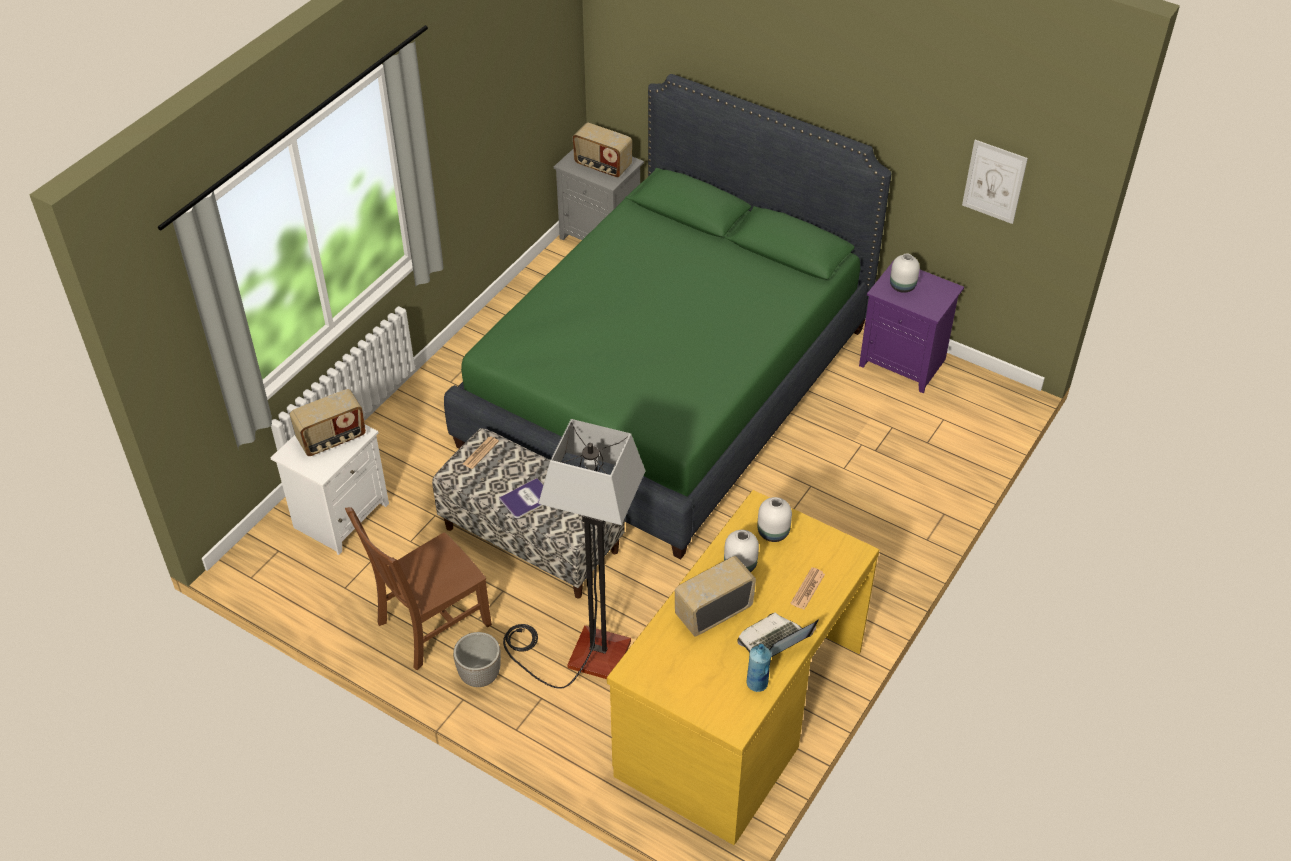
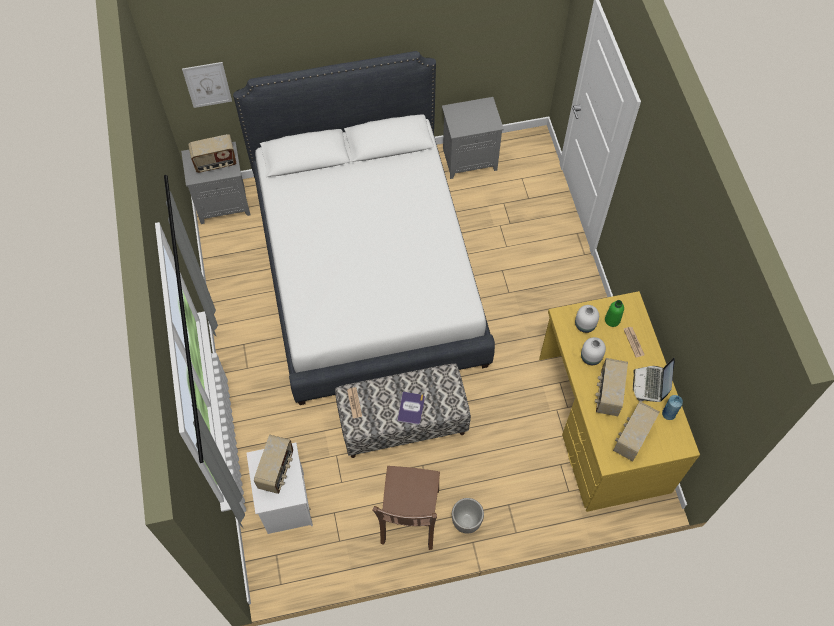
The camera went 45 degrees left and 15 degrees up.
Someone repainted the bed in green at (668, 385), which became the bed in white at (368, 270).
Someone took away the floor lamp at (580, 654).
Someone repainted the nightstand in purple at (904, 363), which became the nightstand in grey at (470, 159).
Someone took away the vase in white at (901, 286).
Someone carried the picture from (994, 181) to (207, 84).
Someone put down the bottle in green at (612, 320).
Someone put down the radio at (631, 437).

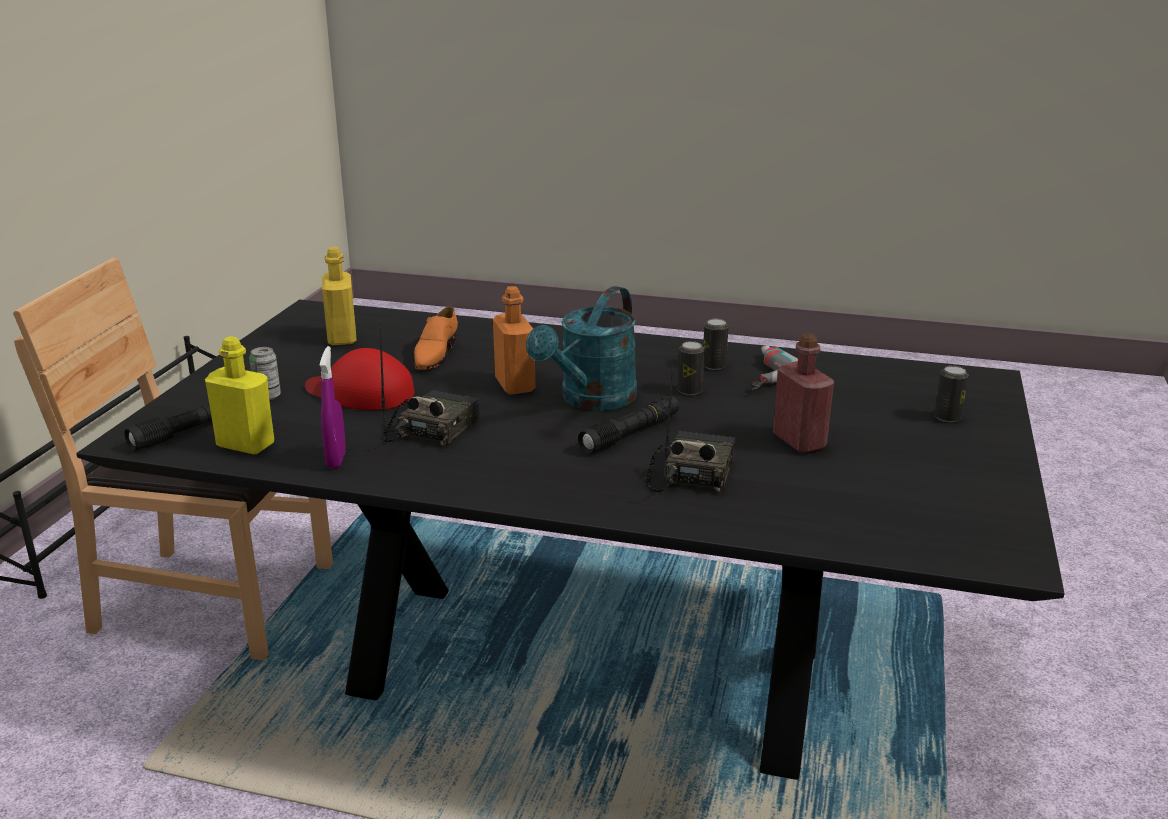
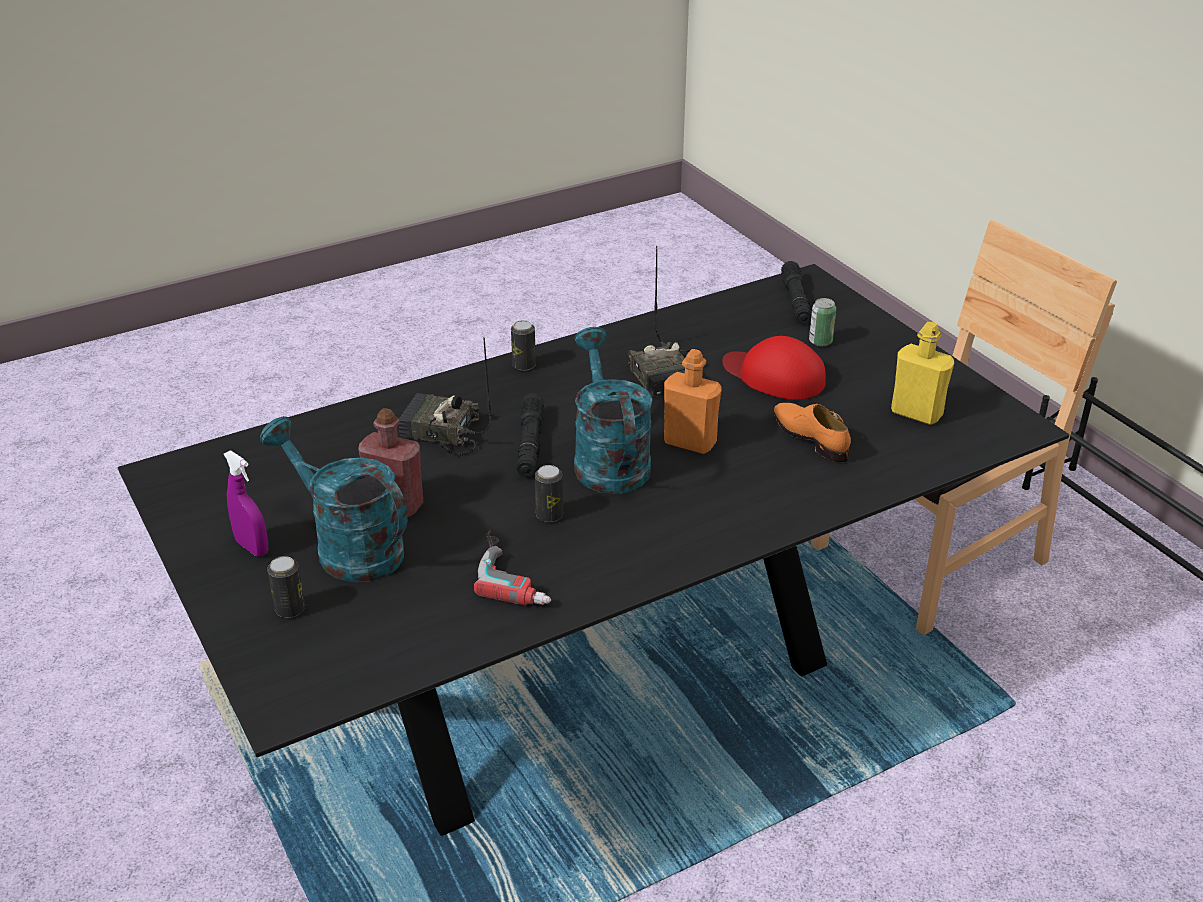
The camera went 135 degrees right and 10 degrees up.
Someone took away the bottle in yellow at (245, 445).
Someone rotated the cap in red at (360, 392) by 120 degrees counterclockwise.
Someone carried the spray bottle in purple from (336, 459) to (252, 547).
Someone rotated the radio at (691, 473) by 135 degrees clockwise.
Someone carried the can from (714, 366) to (524, 365).
Someone put down the watering can in turquoise at (348, 547).

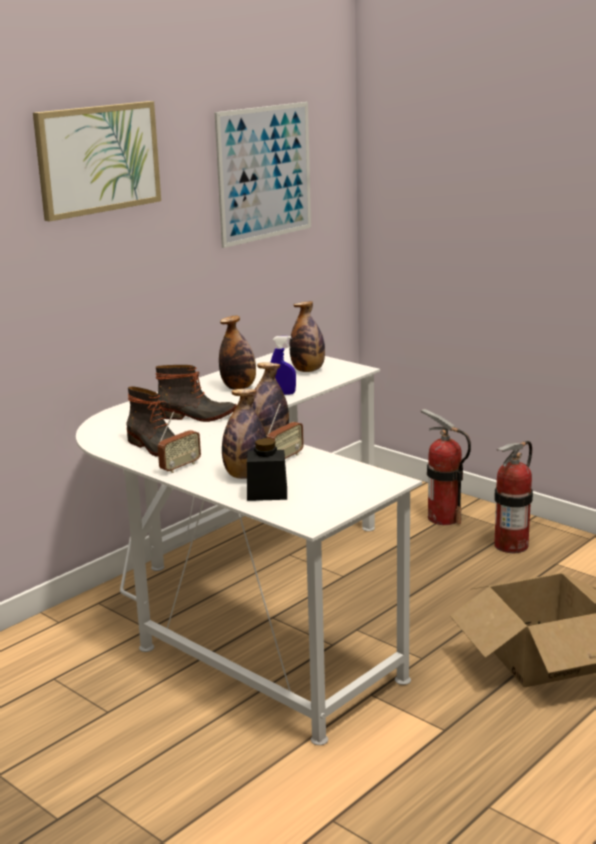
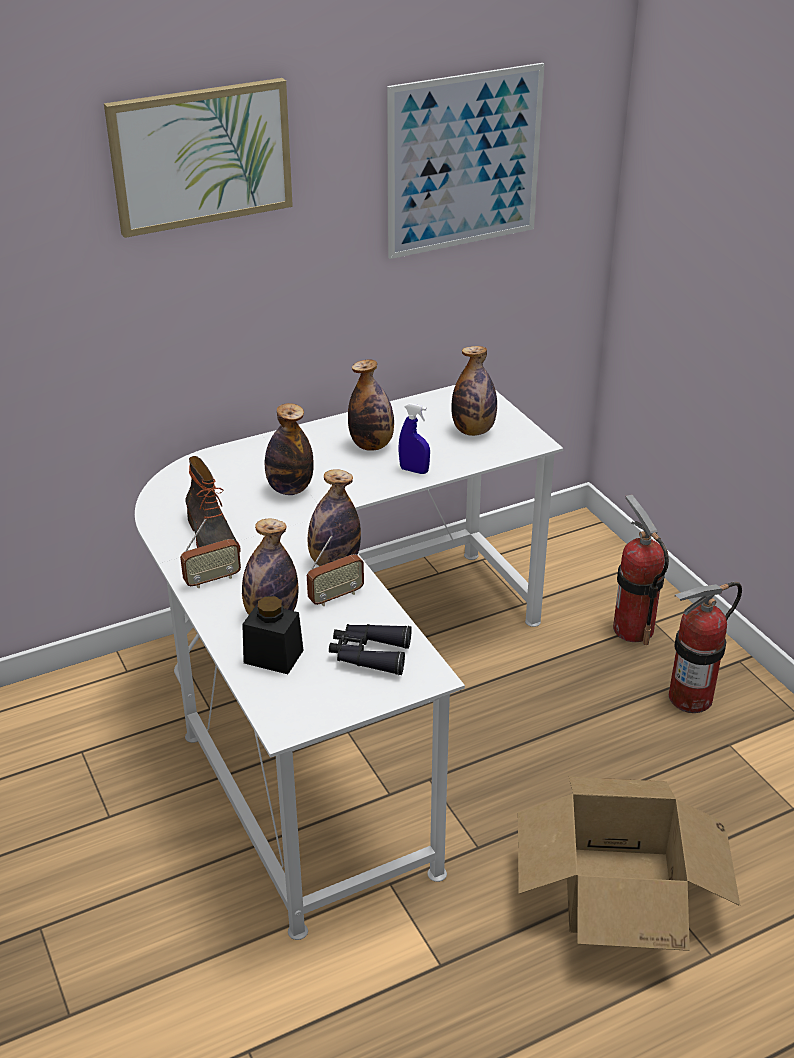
The camera went 20 degrees right and 15 degrees up.
Someone swapped the boot at (197, 416) for the bottle at (290, 489).
Someone put down the binoculars in black at (369, 655).

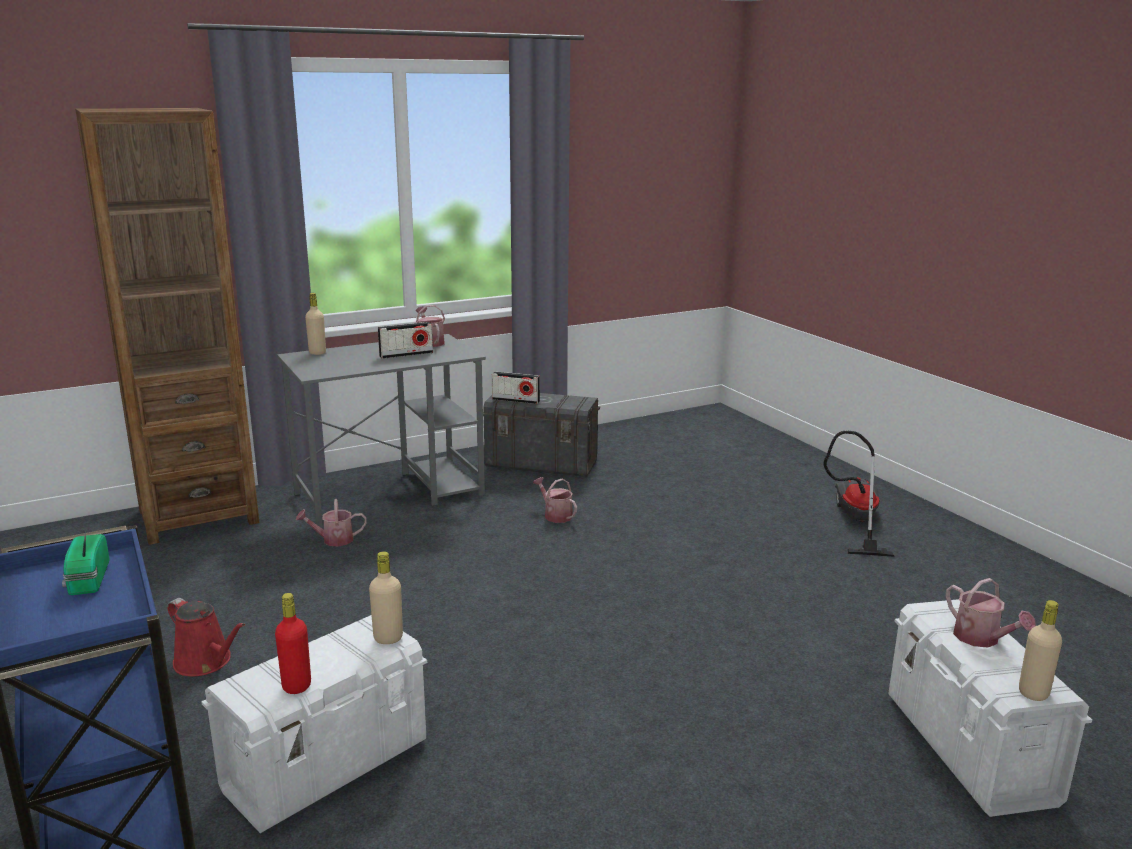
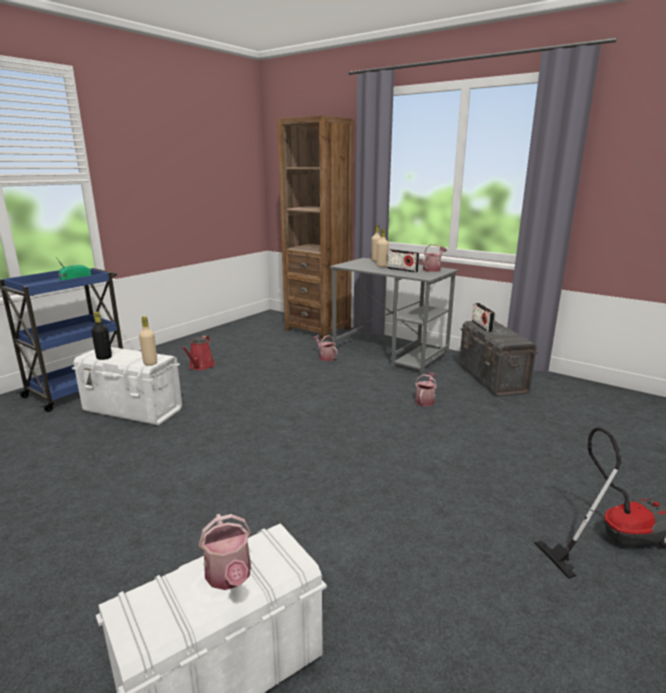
The camera went 65 degrees right and 0 degrees up.
Someone repainted the bottle in red at (296, 686), which became the bottle in black at (104, 357).
Someone rotated the watering can at (981, 639) by 60 degrees counterclockwise.
Someone carried the bottle in beige from (1033, 693) to (382, 266).

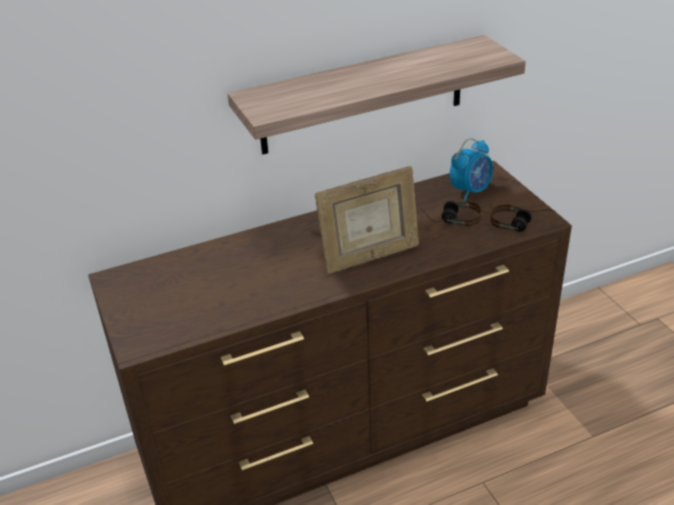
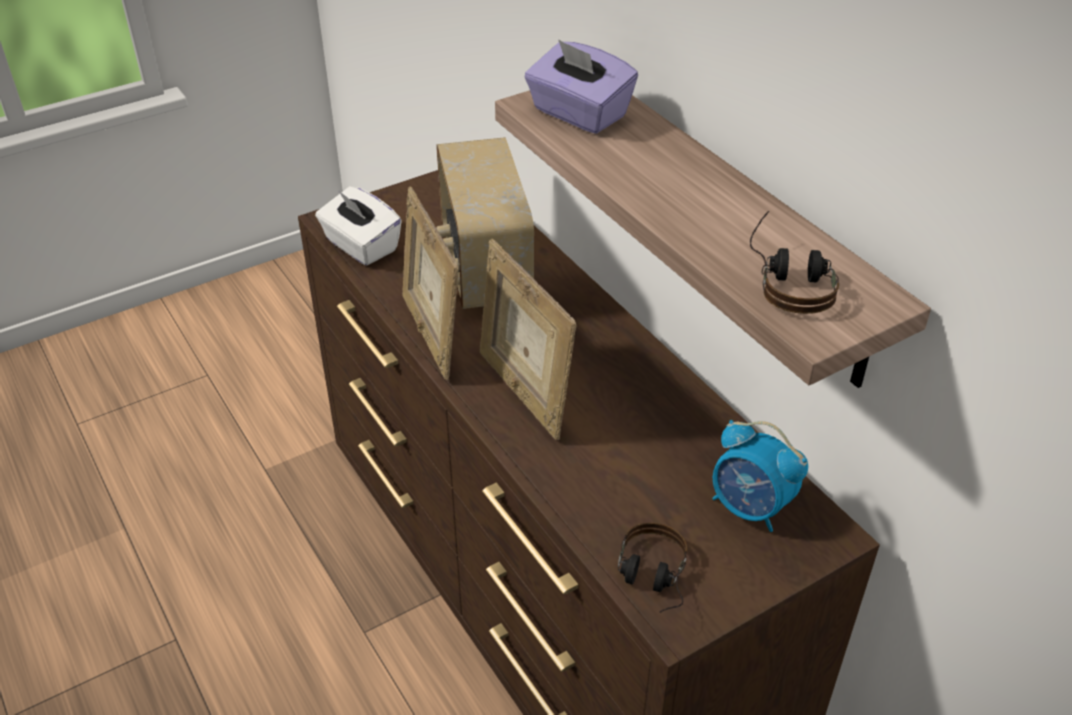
The camera went 80 degrees right and 5 degrees up.
Someone carried the headphones from (450, 219) to (790, 279).
Someone put down the tissue box in white at (361, 246).
Someone put down the picture frame at (432, 335).
Someone put down the radio at (483, 268).
Someone put down the tissue box in purple at (578, 114).

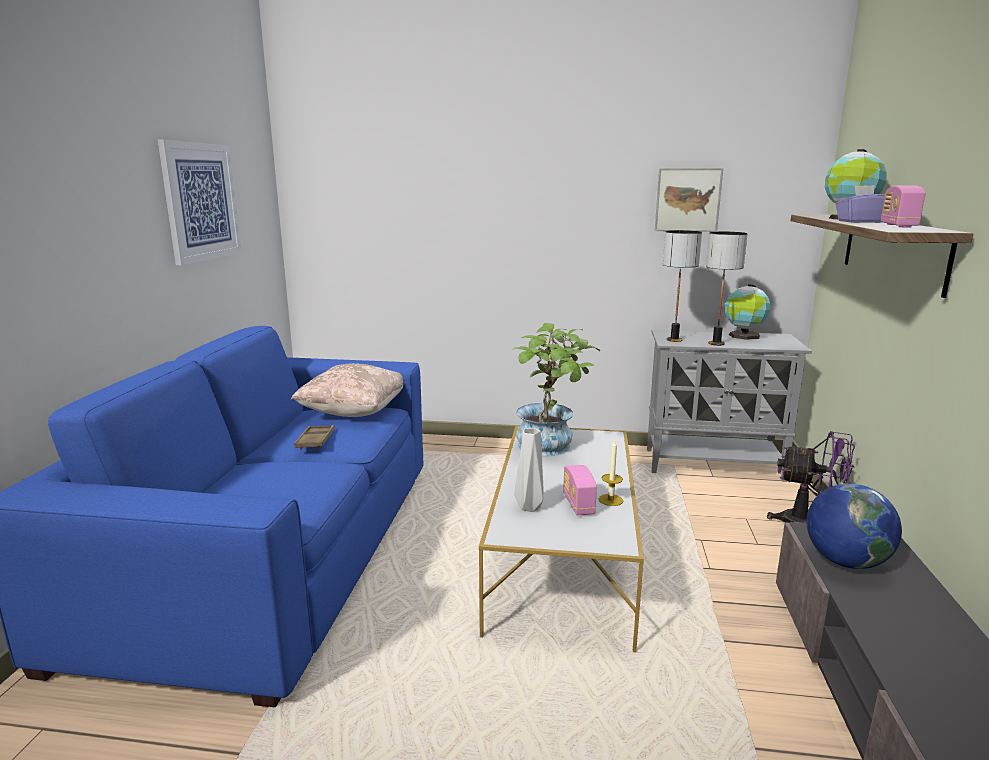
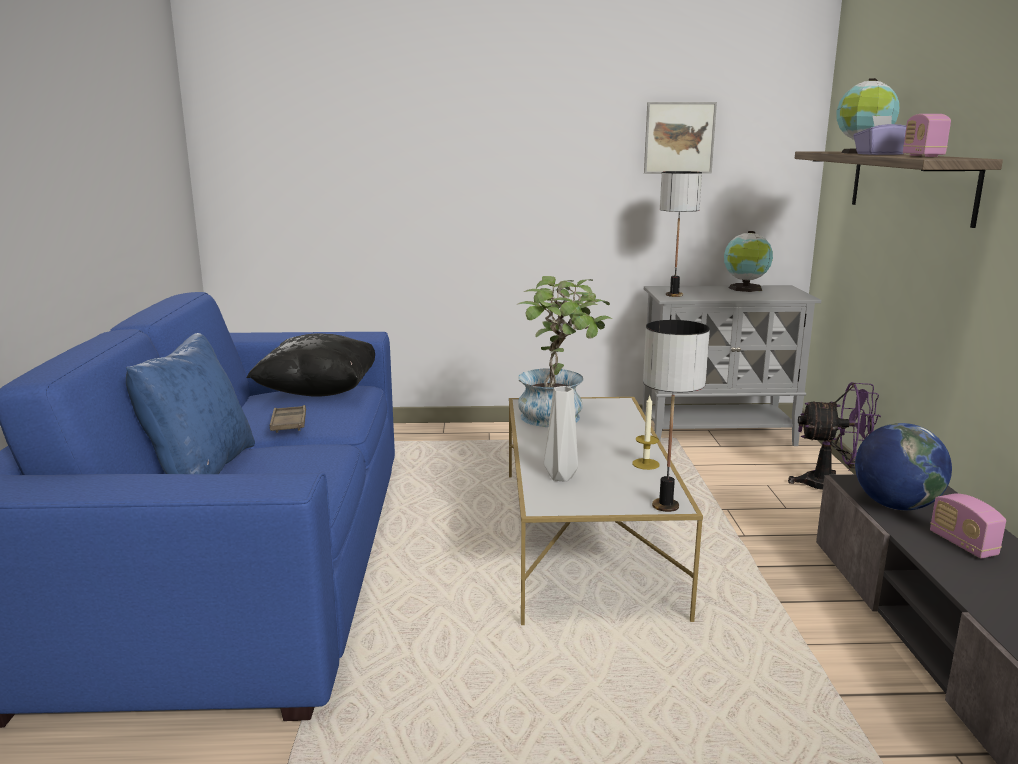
The camera went 10 degrees left and 0 degrees up.
Someone took away the picture at (201, 202).
Someone repainted the pillow in beige at (354, 412), which became the pillow in black at (319, 391).
Someone carried the radio from (578, 504) to (962, 544).
Someone carried the table lamp from (716, 343) to (666, 506).
Someone put down the pillow in blue at (200, 471).

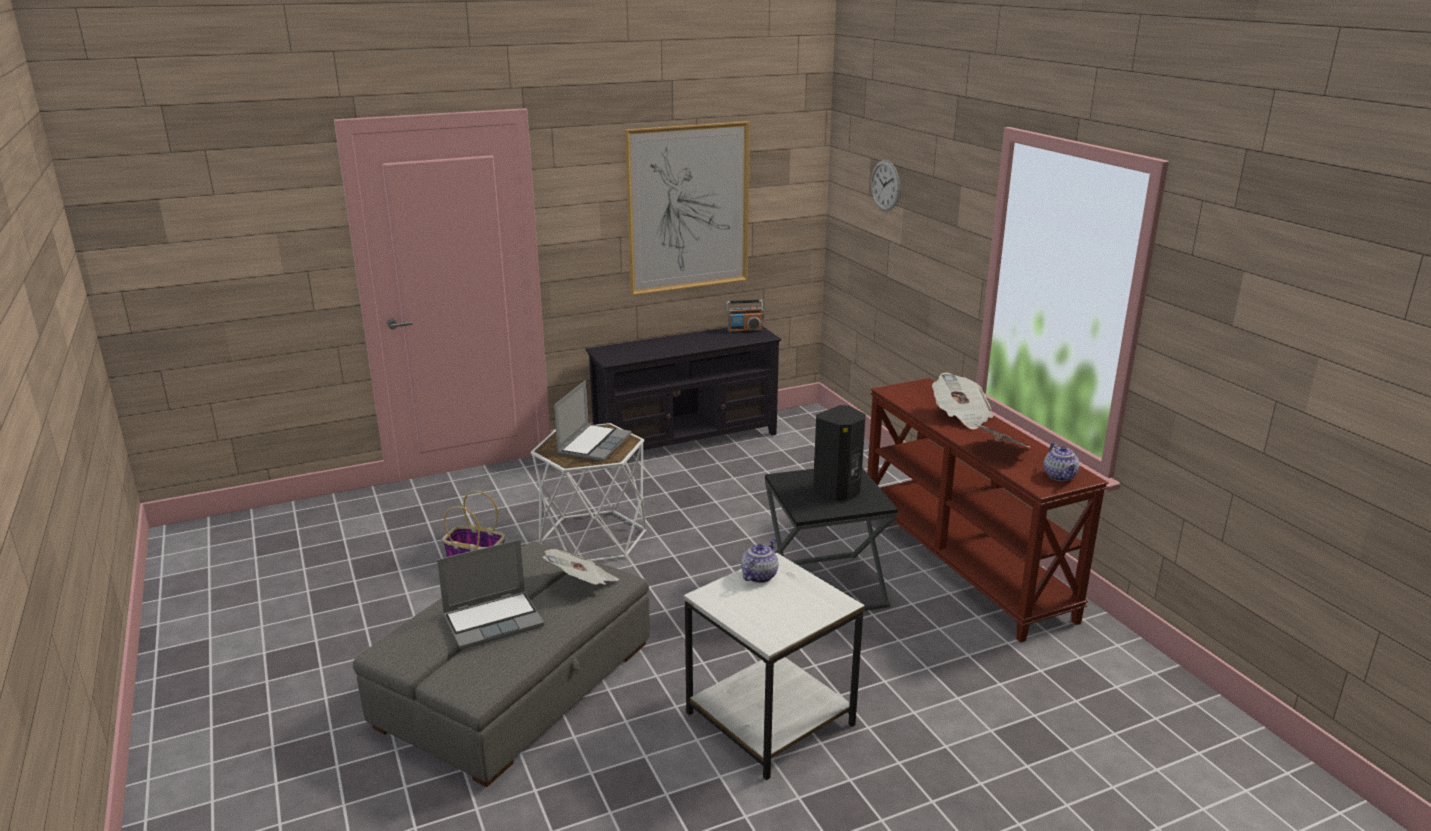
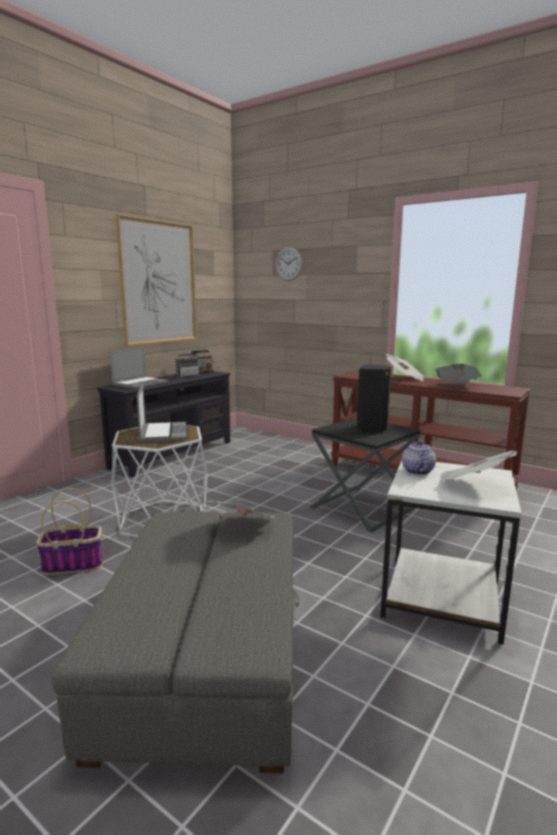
The camera went 30 degrees left and 10 degrees down.
Someone carried the laptop from (494, 620) to (140, 384).
Someone took away the teapot at (1060, 476).
Someone put down the radio at (186, 375).
Someone put down the newspaper at (472, 485).

